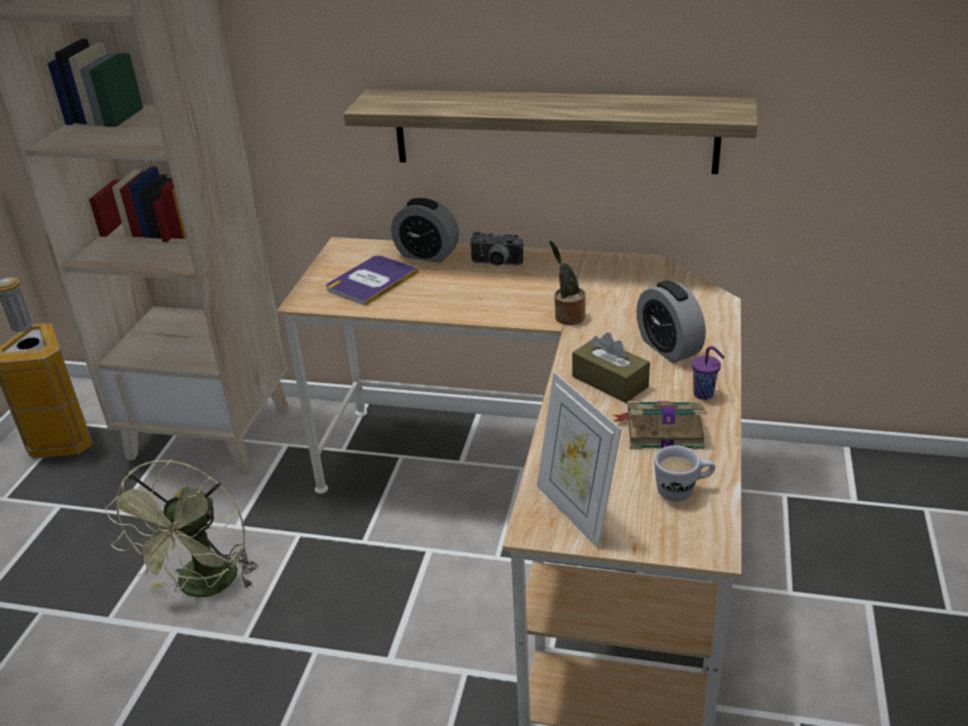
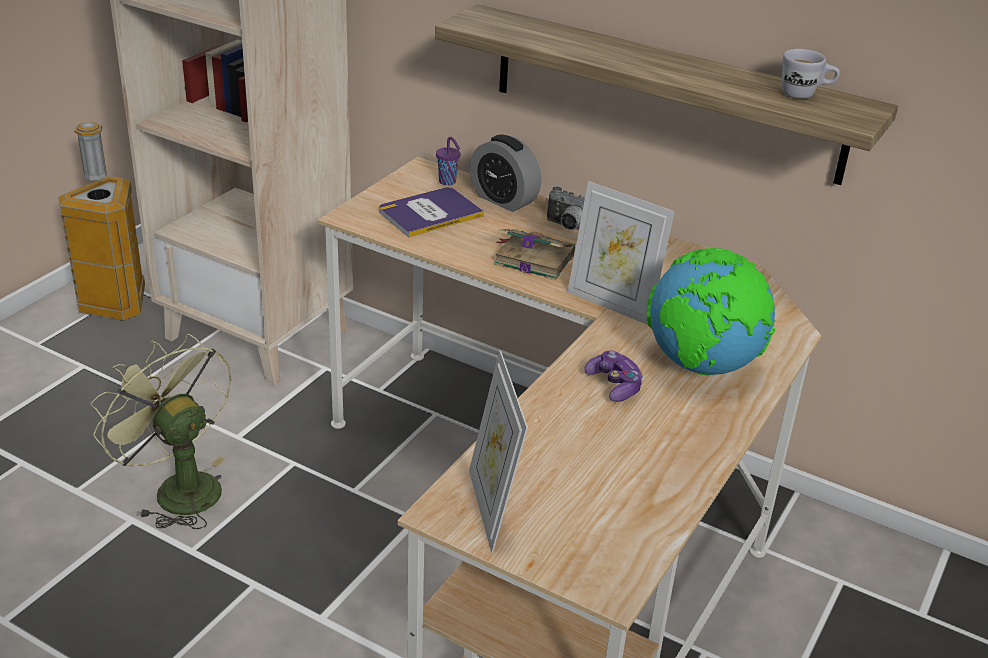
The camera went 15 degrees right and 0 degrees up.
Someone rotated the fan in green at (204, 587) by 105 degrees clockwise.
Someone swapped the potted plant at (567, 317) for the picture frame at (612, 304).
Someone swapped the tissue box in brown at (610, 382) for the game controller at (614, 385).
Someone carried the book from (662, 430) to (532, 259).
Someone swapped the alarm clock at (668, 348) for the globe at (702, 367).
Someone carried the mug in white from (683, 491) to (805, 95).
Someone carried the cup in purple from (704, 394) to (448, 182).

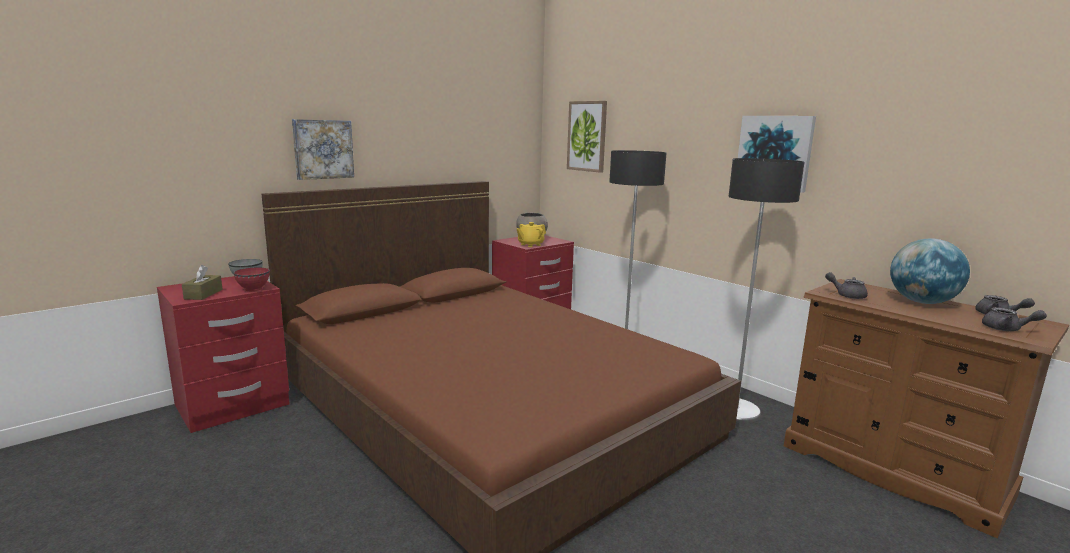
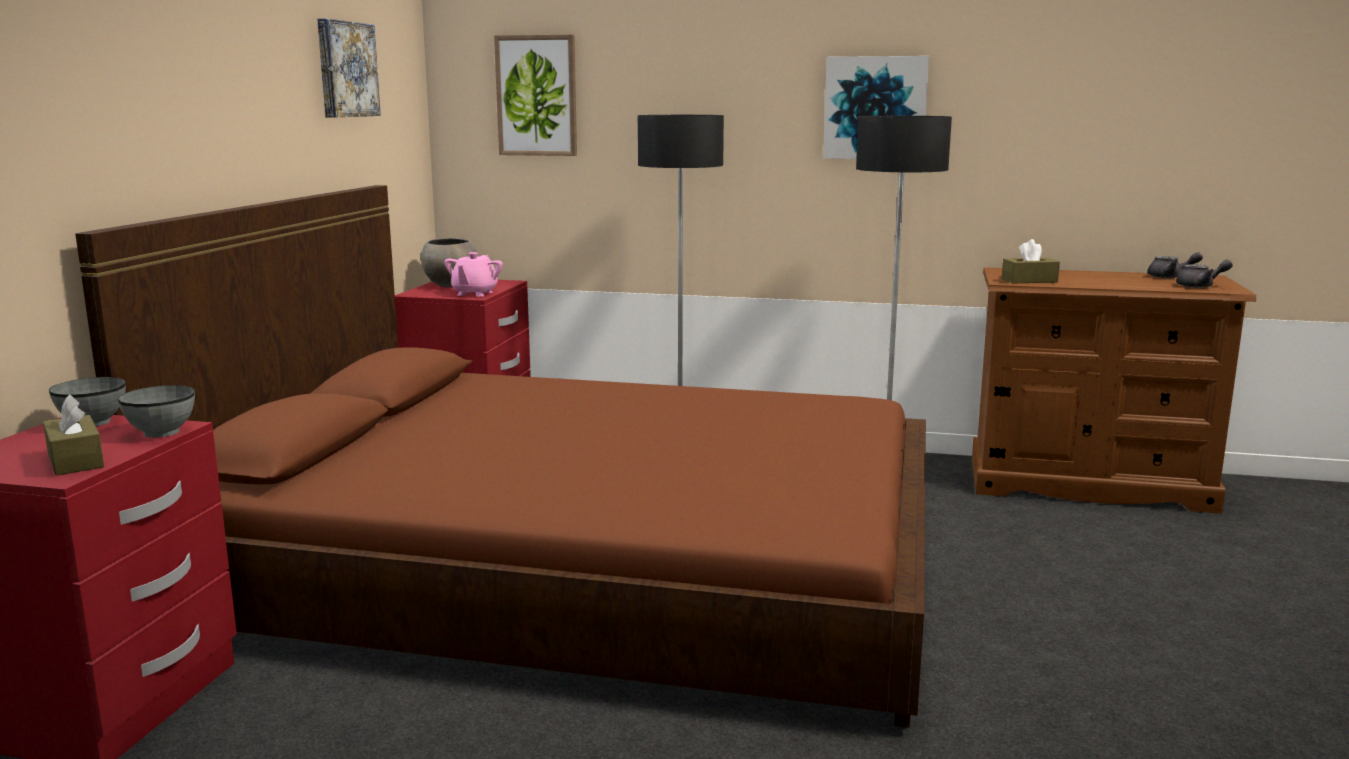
The camera went 35 degrees left and 0 degrees up.
Someone repainted the bowl in red at (254, 289), which became the bowl in grey at (162, 432).
Someone carried the picture from (323, 149) to (345, 69).
Someone repainted the teapot in yellow at (530, 245), which became the teapot in pink at (474, 293).
Someone swapped the teapot in grey at (847, 295) for the tissue box in brown at (1029, 280).
Someone took away the globe at (922, 302).

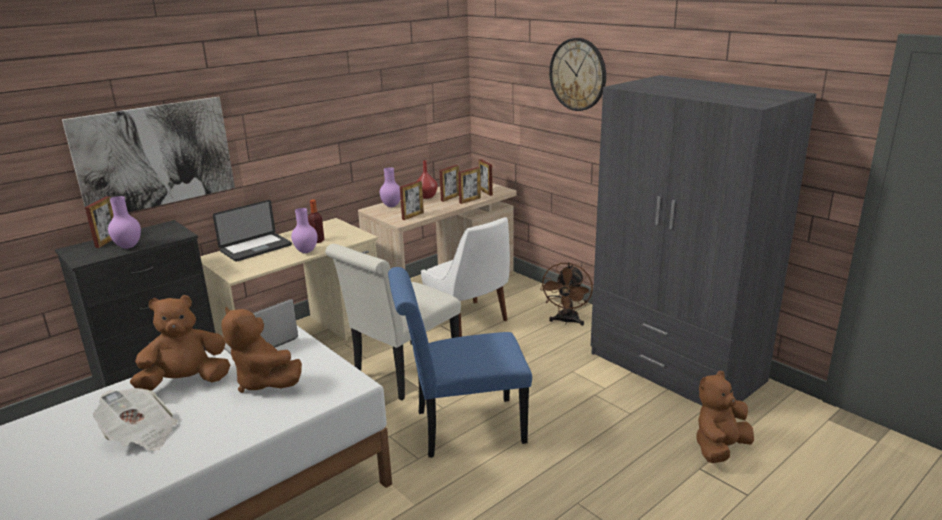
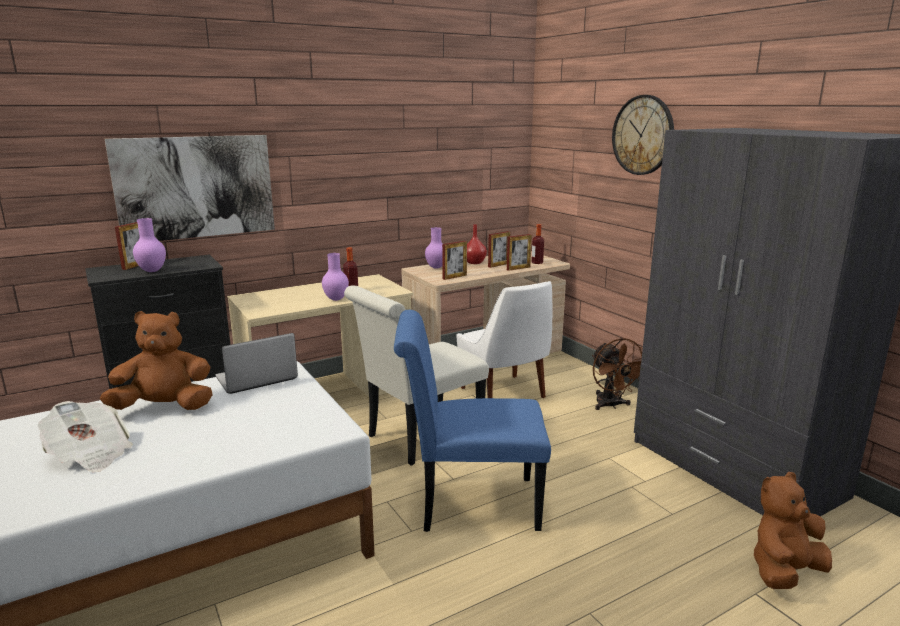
The camera went 10 degrees right and 5 degrees down.
Someone took away the laptop at (256, 248).
Someone took away the plush toy in brown at (264, 382).
Someone swapped the picture frame at (485, 192) for the bottle at (537, 262).
Someone rotated the fan in brown at (566, 321) by 45 degrees counterclockwise.

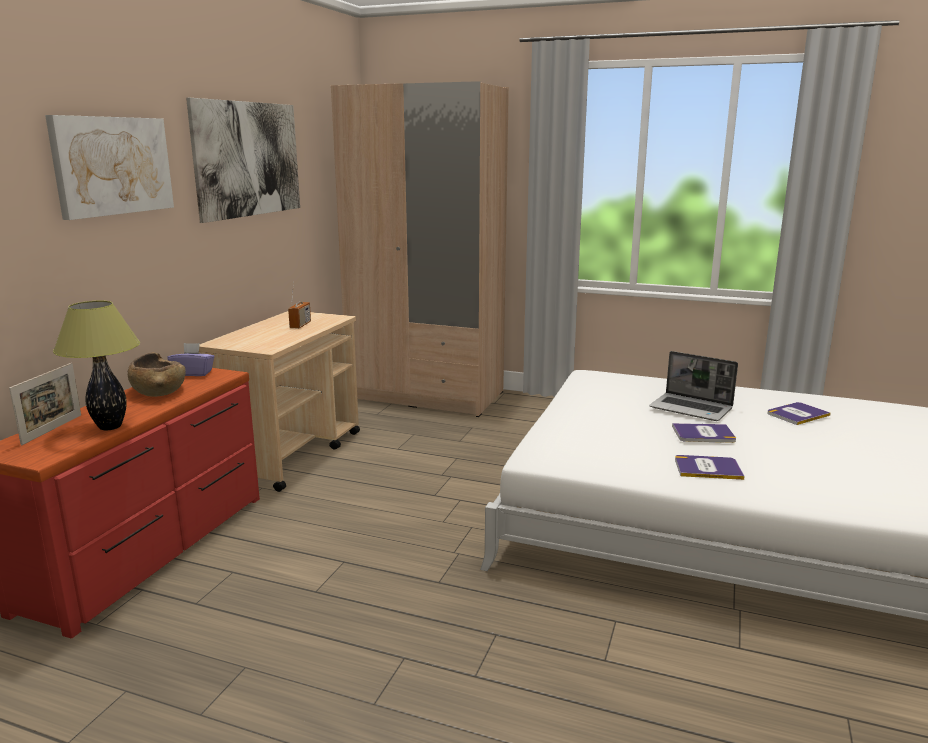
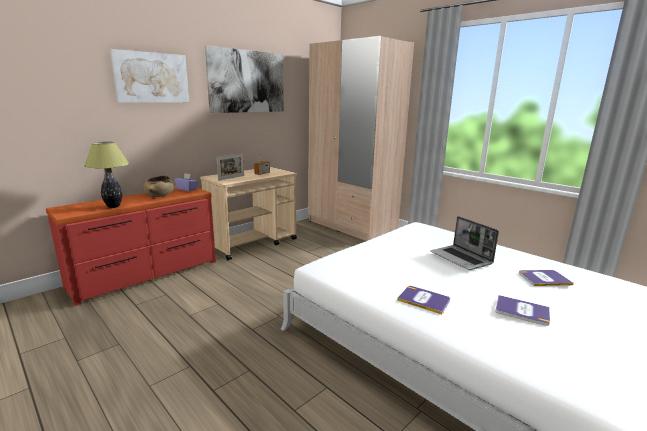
The camera went 25 degrees right and 0 degrees up.
Someone carried the picture frame from (52, 429) to (231, 178).
Someone carried the book from (703, 434) to (522, 311).

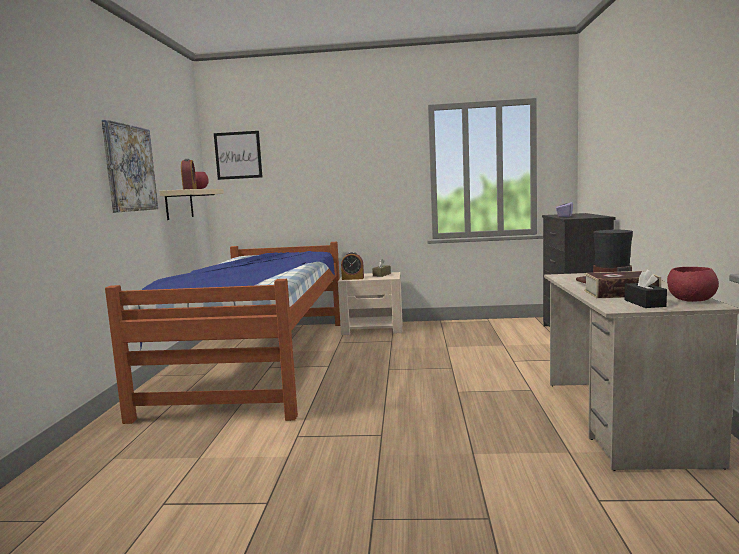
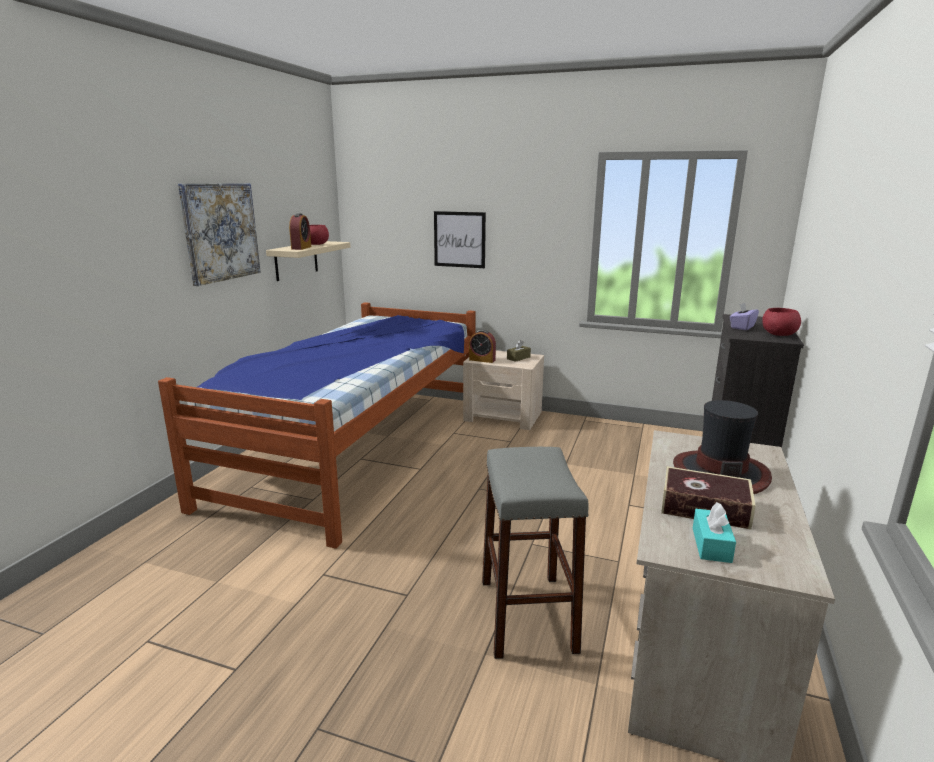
The camera went 15 degrees right and 10 degrees up.
Someone carried the picture from (238, 155) to (459, 239).
Someone repainted the tissue box in black at (644, 303), which became the tissue box in turquoise at (711, 545).
Someone carried the bowl in red from (690, 300) to (778, 334).
Someone put down the stool in grey at (527, 614).

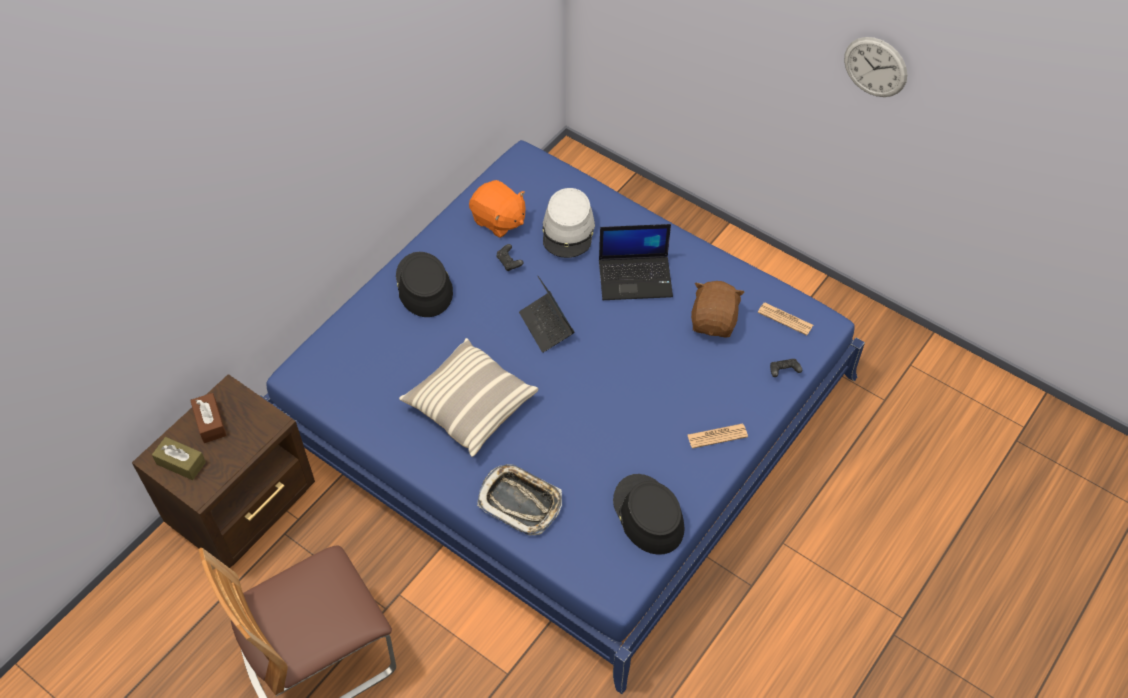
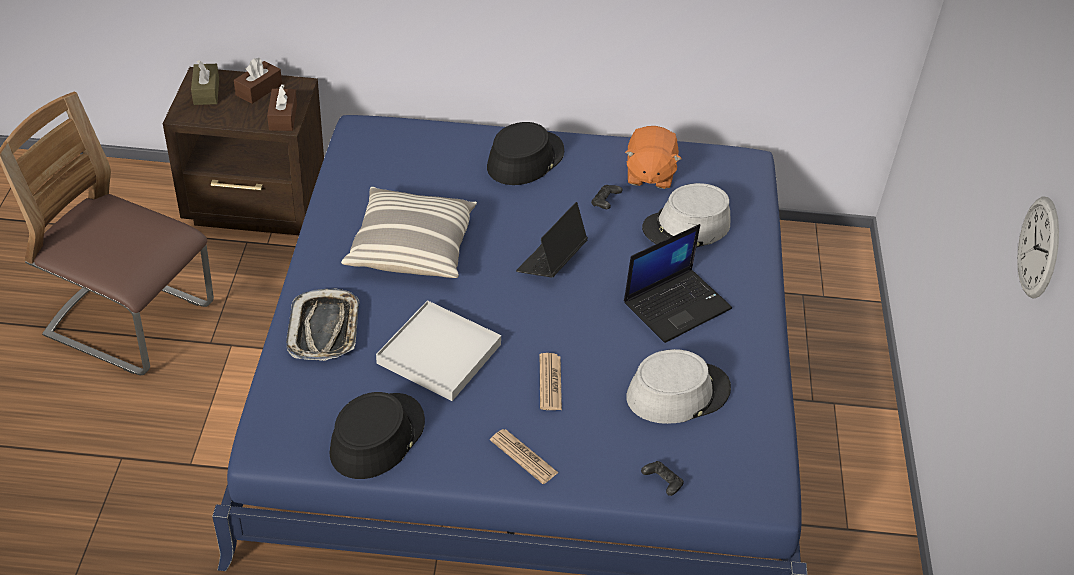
The camera went 55 degrees right and 10 degrees down.
Someone rotated the laptop at (636, 277) by 90 degrees counterclockwise.
Someone swapped the plush toy in brown at (714, 321) for the hat in grey at (677, 393).
Someone carried the newspaper from (785, 319) to (550, 382).
Someone put down the tissue box in brown at (283, 117).
Someone put down the tray in white at (438, 354).

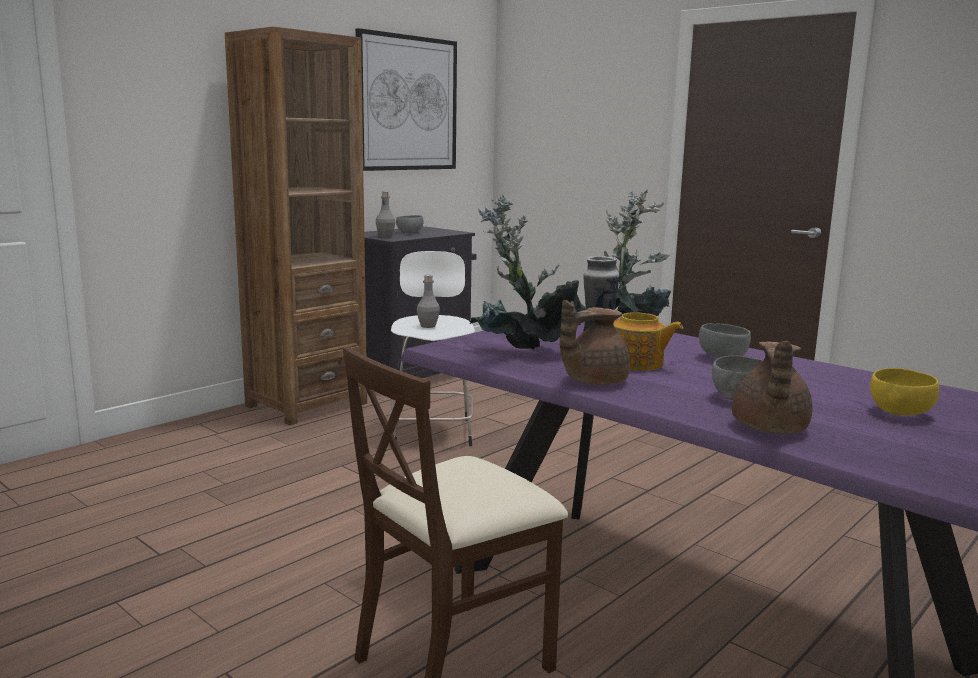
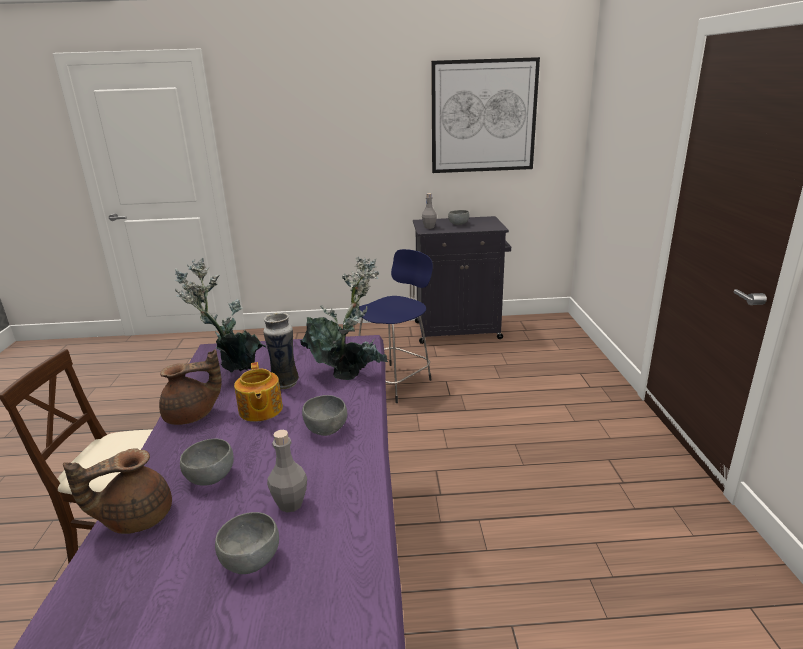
The camera went 45 degrees right and 10 degrees up.
Someone took away the bookcase in brown at (306, 405).
Someone repainted the stool in white at (432, 431), which became the stool in blue at (395, 381).
Someone carried the bottle in grey from (428, 326) to (290, 504).
Someone rotated the teapot in brown at (592, 381) by 150 degrees clockwise.
Someone repainted the bowl in yellow at (900, 413), which became the bowl in grey at (250, 561).

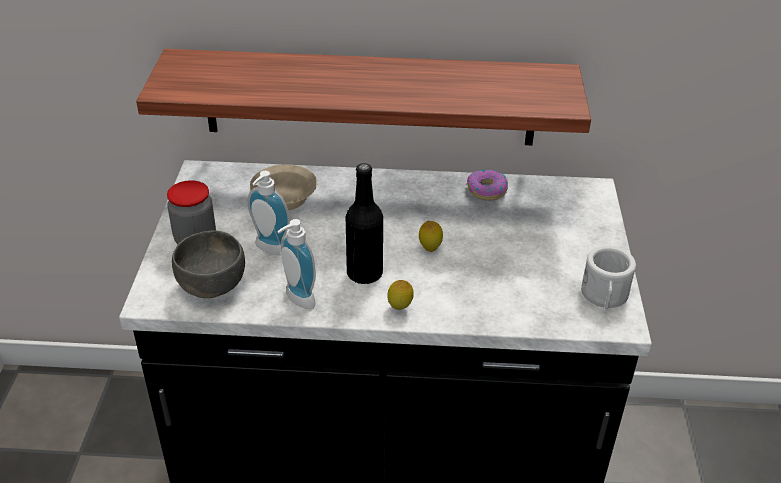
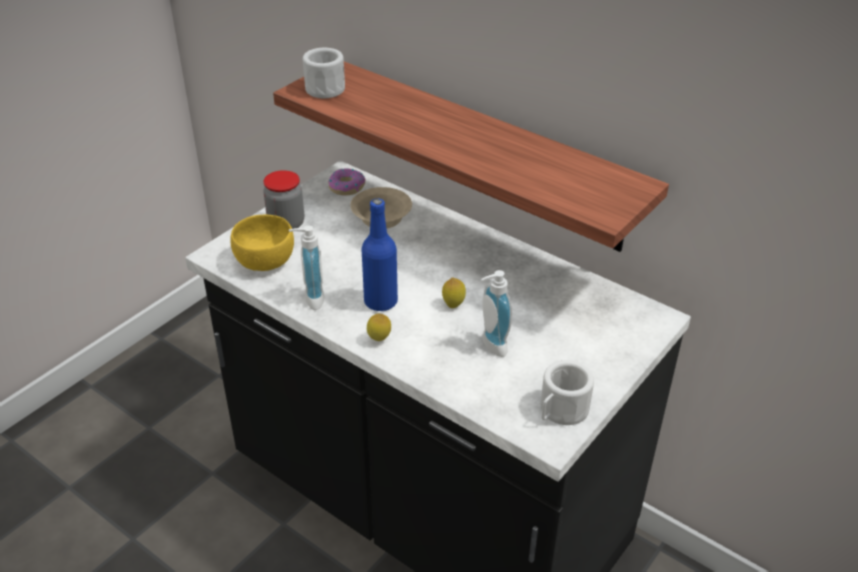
The camera went 35 degrees right and 0 degrees up.
Someone repainted the bowl in grey at (212, 284), which became the bowl in yellow at (266, 261).
Someone carried the soap dispenser from (269, 250) to (490, 346).
Someone repainted the bottle in black at (364, 274), which became the bottle in blue at (380, 302).
Someone carried the donut from (486, 190) to (346, 187).
Someone put down the mug in white at (325, 87).

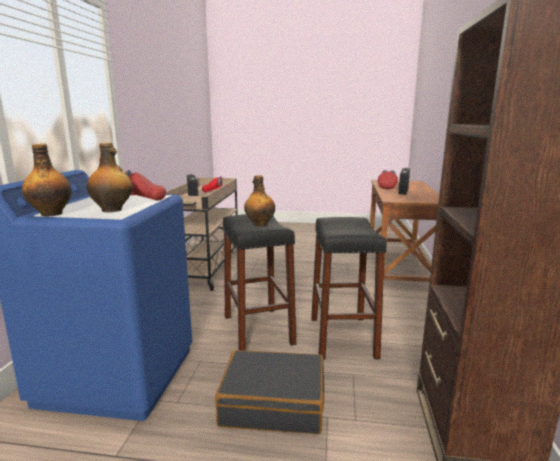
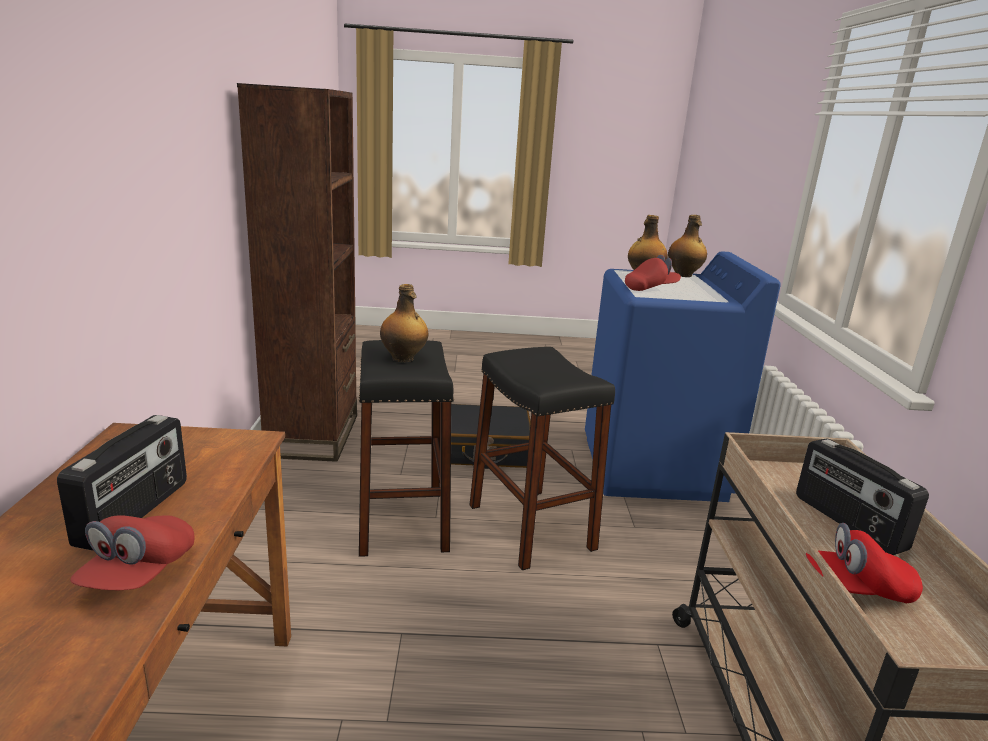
The camera went 170 degrees right and 5 degrees up.
Someone carried the bottle from (260, 224) to (403, 358).

